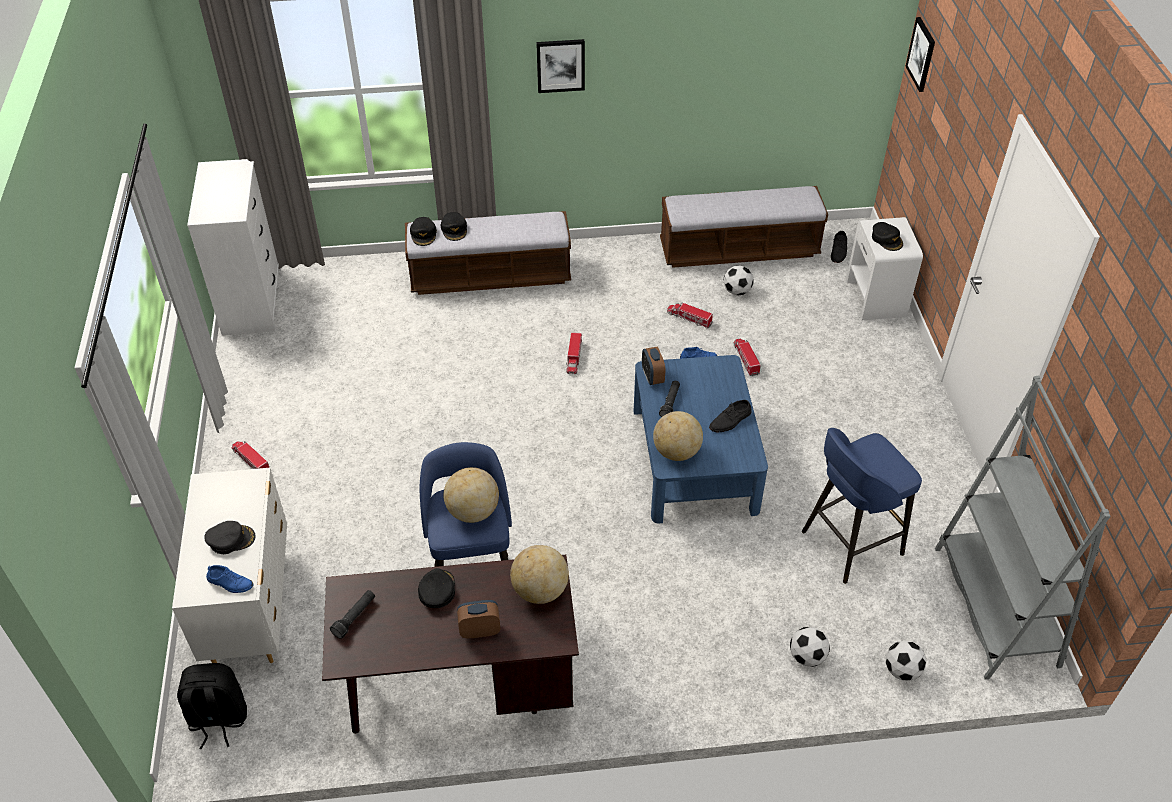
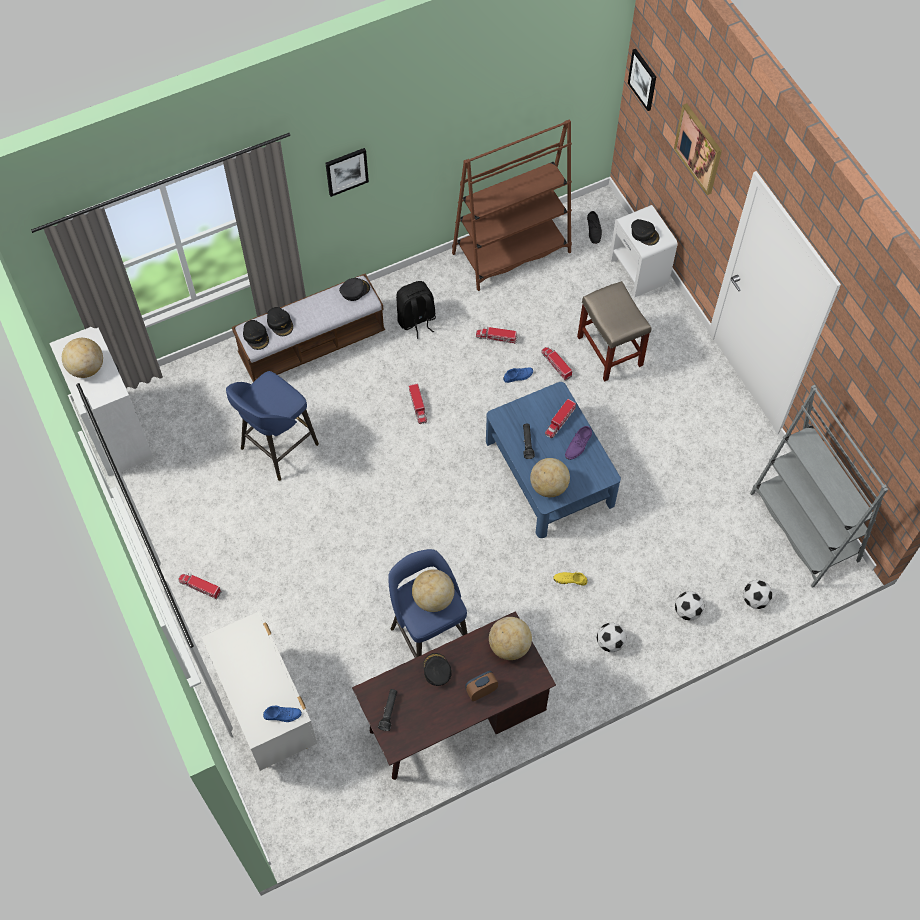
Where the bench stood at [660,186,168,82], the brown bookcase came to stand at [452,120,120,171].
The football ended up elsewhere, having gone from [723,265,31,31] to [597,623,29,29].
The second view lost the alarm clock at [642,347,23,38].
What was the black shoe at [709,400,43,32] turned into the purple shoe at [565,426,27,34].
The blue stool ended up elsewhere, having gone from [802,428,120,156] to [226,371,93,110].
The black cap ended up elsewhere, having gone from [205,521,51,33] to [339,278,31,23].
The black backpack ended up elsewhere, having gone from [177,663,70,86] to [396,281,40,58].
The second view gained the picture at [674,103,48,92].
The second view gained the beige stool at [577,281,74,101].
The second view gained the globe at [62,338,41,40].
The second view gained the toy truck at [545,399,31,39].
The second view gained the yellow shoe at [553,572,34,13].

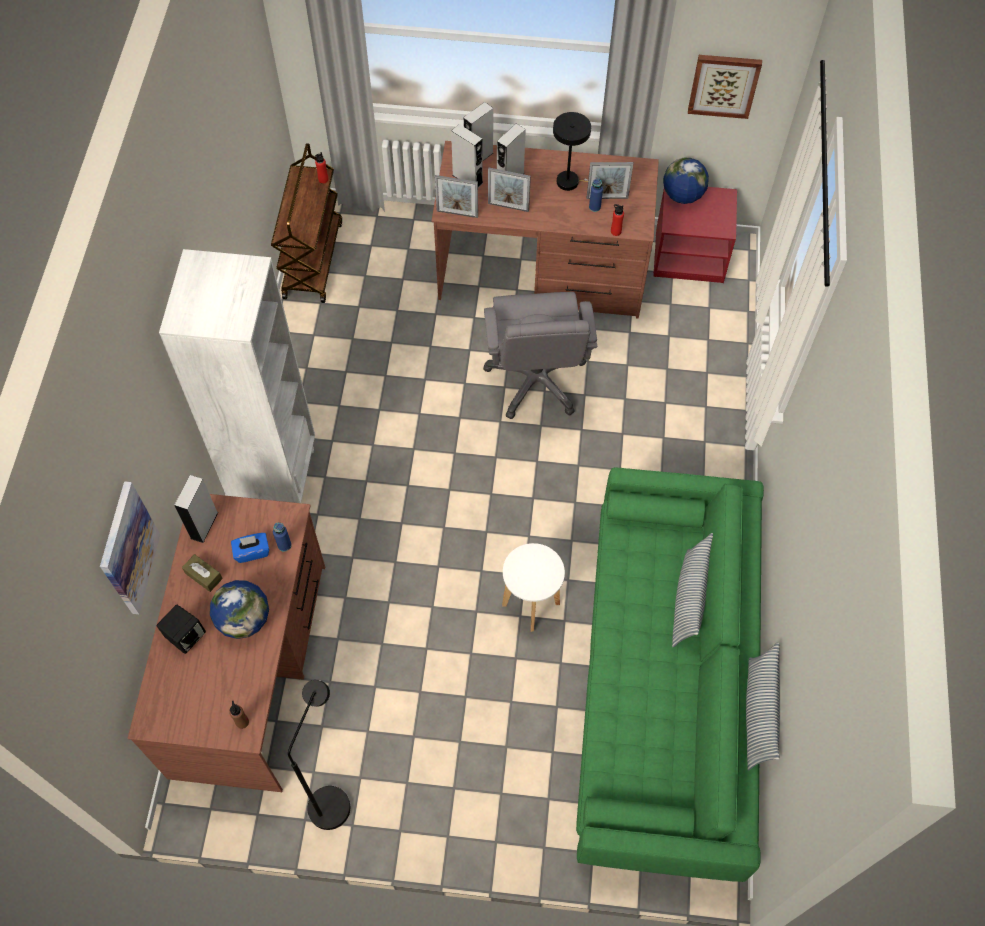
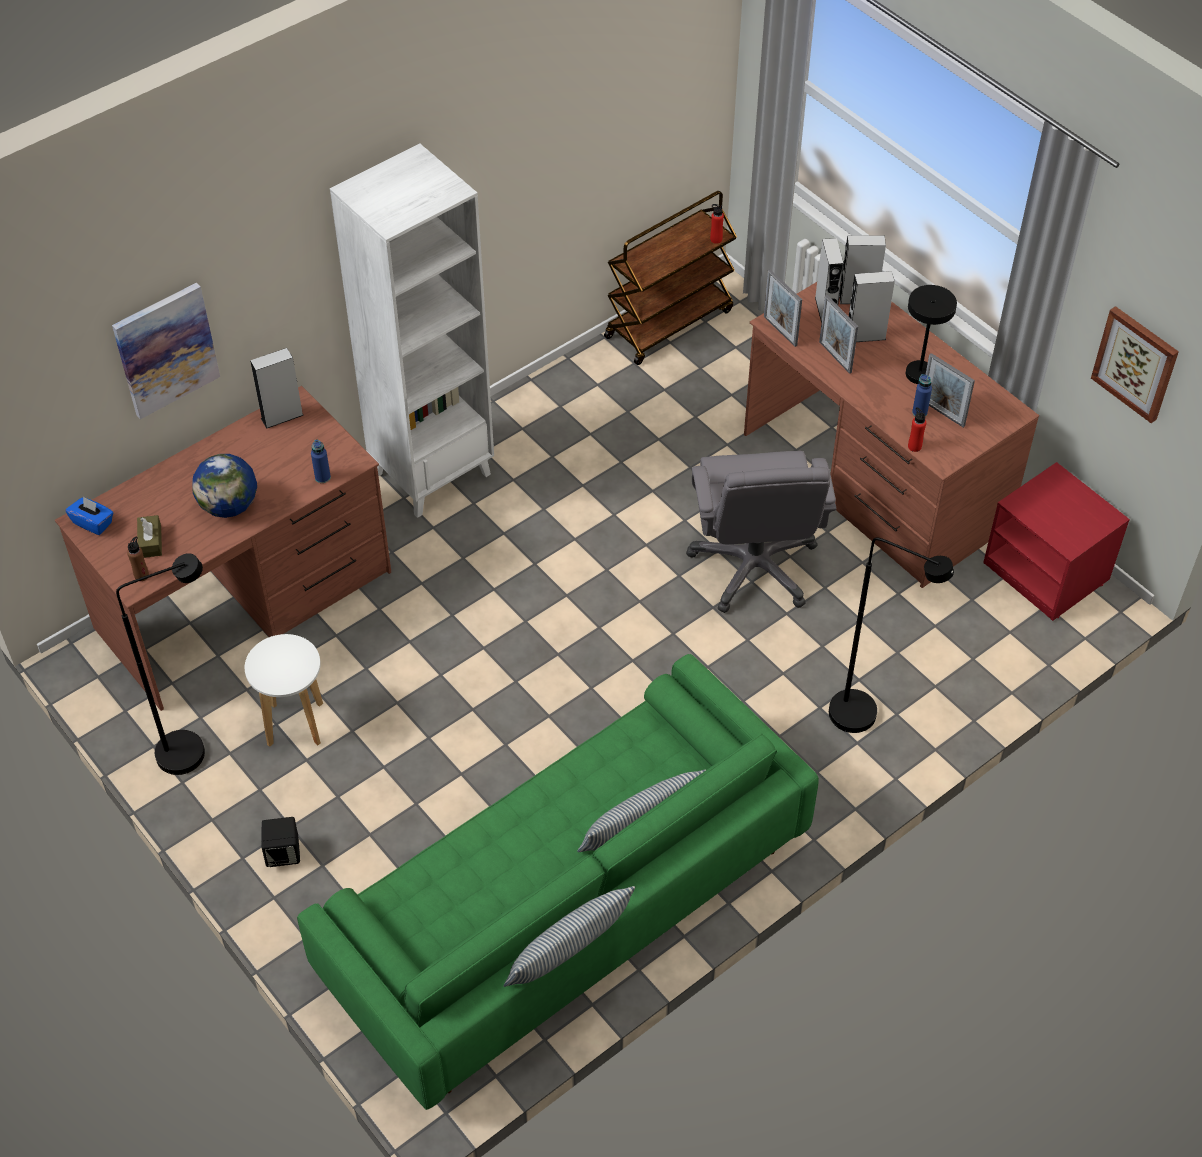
The second view lost the globe at [663,158,46,46].
The grey office chair at [483,292,114,127] ended up facing another way, 45 degrees counterclockwise from before.
The blue tissue box ended up elsewhere, having gone from [231,533,38,30] to [66,496,48,39].
The white stool ended up elsewhere, having gone from [502,543,63,89] to [245,634,78,113].
The brown tissue box ended up elsewhere, having gone from [182,554,40,38] to [137,515,25,43].
The black speaker ended up elsewhere, having gone from [157,605,49,49] to [261,817,39,50].
The second view gained the black floor lamp at [829,537,125,196].

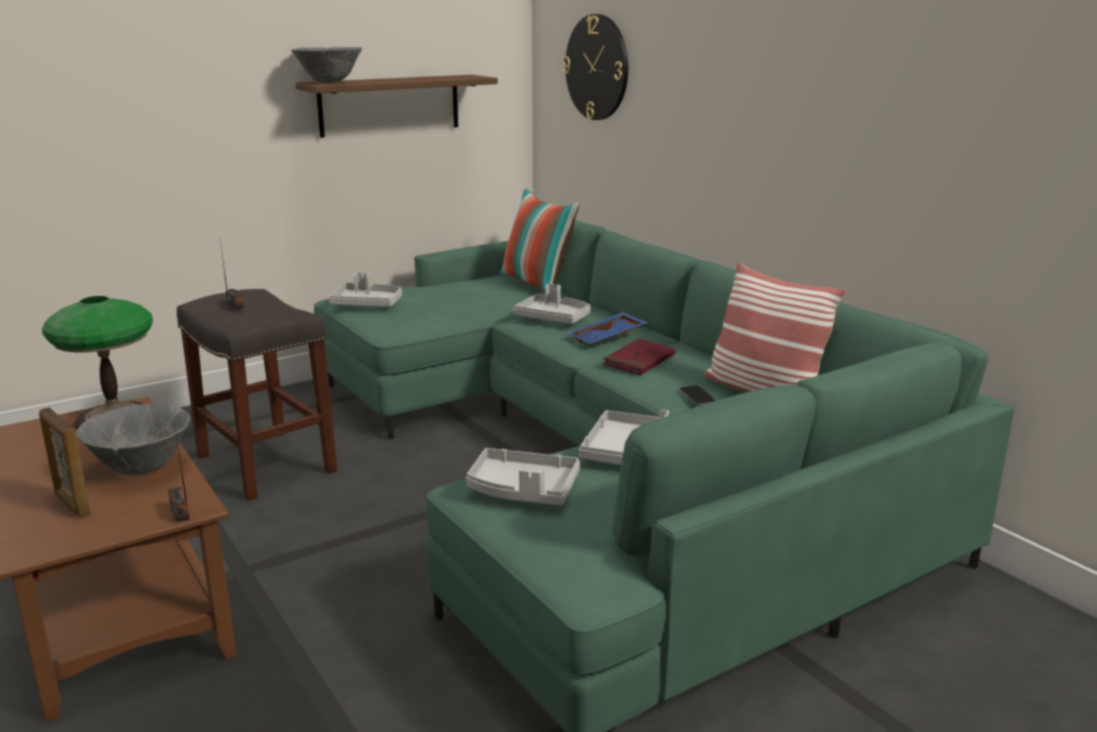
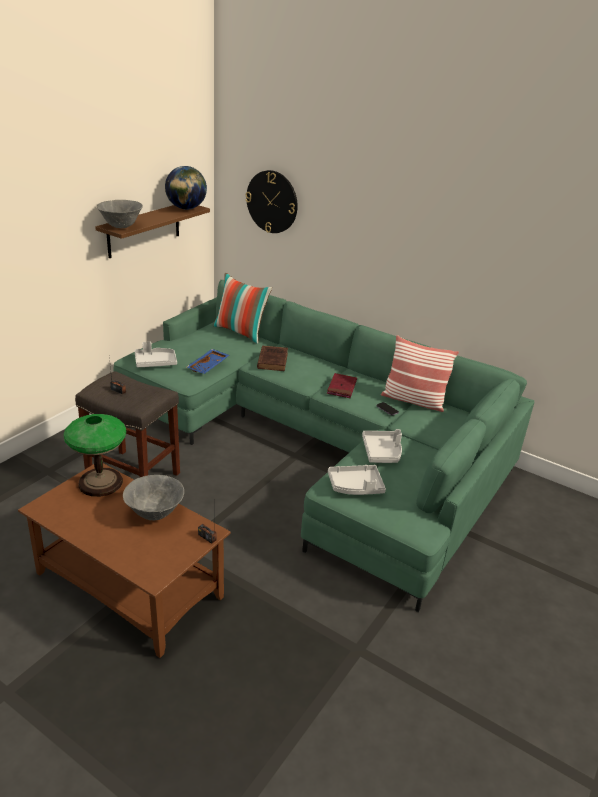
Where the grey tray stood at [513,284,78,40], the brown book came to stand at [257,346,31,25].
The blue tray ended up elsewhere, having gone from [568,312,79,32] to [187,349,42,25].
The second view lost the picture frame at [39,408,52,110].
The second view gained the globe at [165,166,42,44].

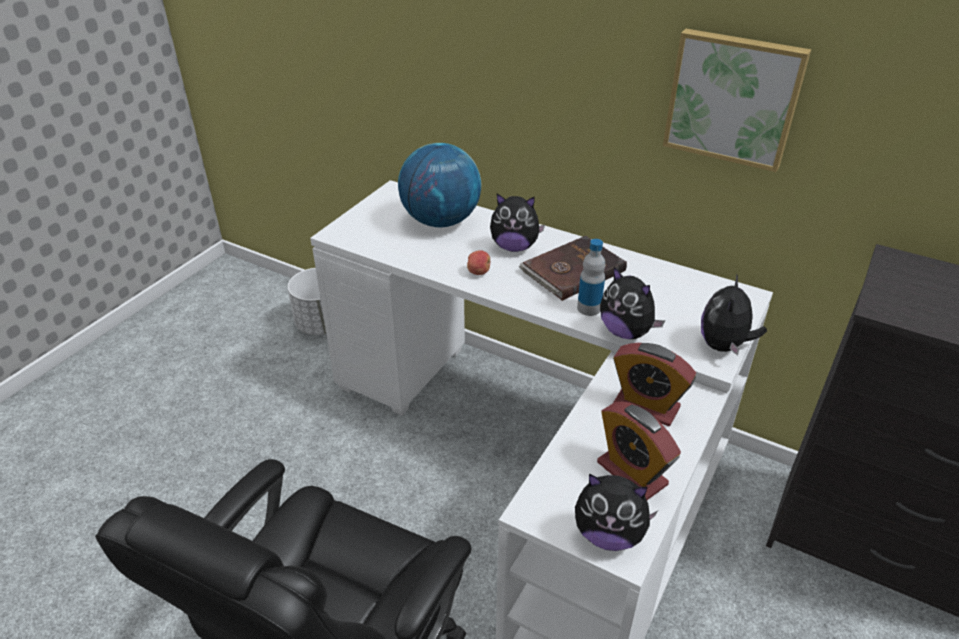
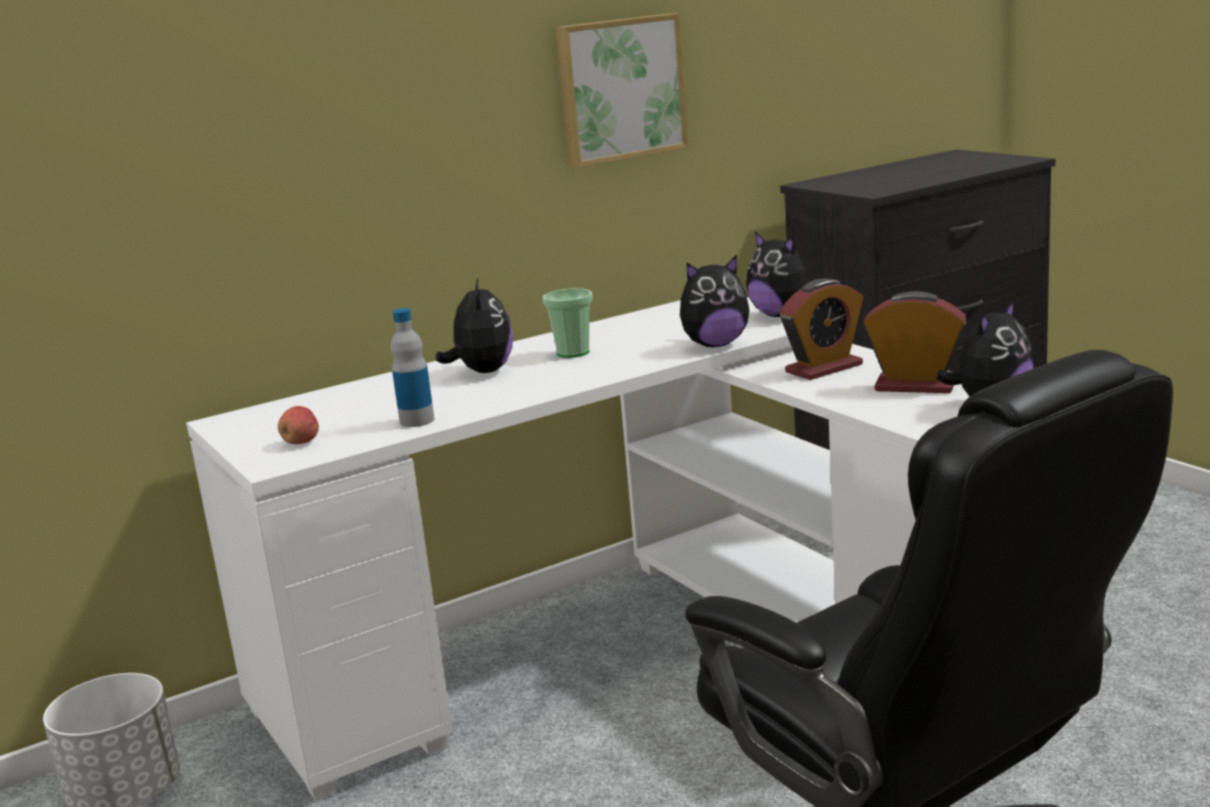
The second view lost the globe at [398,143,84,84].
The plush toy at [490,194,55,58] ended up facing another way, 45 degrees counterclockwise from before.
Where the brown book stood at [519,236,108,65], the cup came to stand at [543,288,49,70].
The bottle ended up elsewhere, having gone from [577,239,29,77] to [391,308,43,119].
The apple ended up elsewhere, having gone from [467,250,23,25] to [278,406,41,38].
The alarm clock at [597,401,84,99] ended up facing another way, 150 degrees counterclockwise from before.

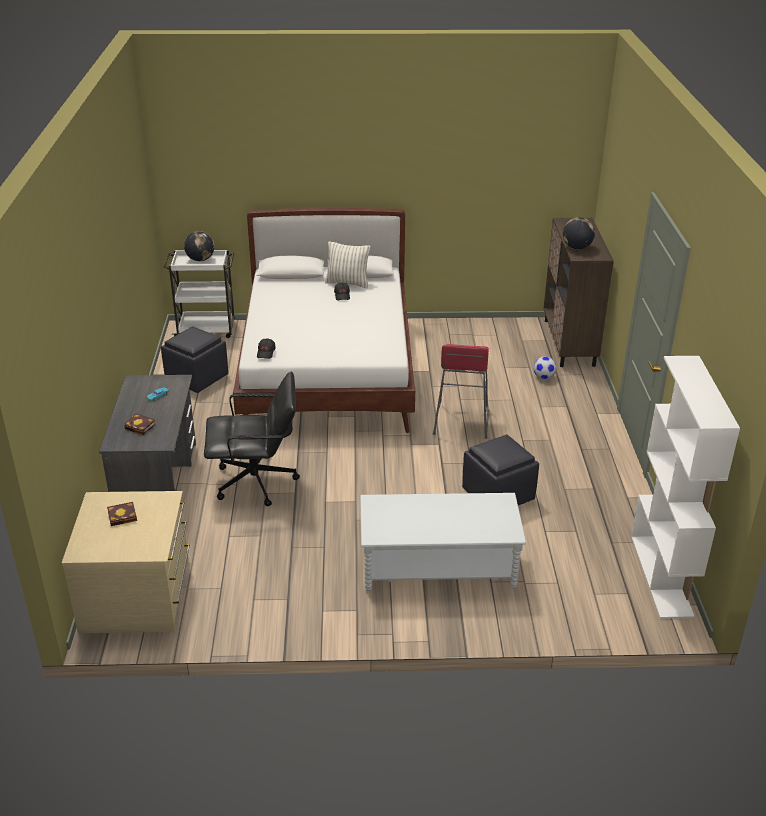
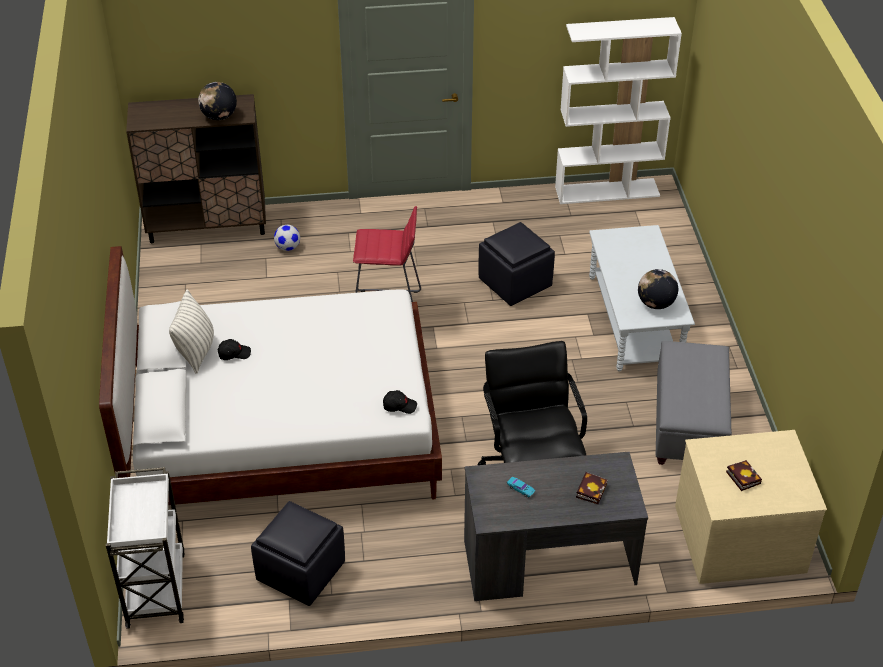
The globe ended up elsewhere, having gone from [184,231,30,30] to [638,269,40,40].
The second view gained the grey ottoman at [656,341,76,124].

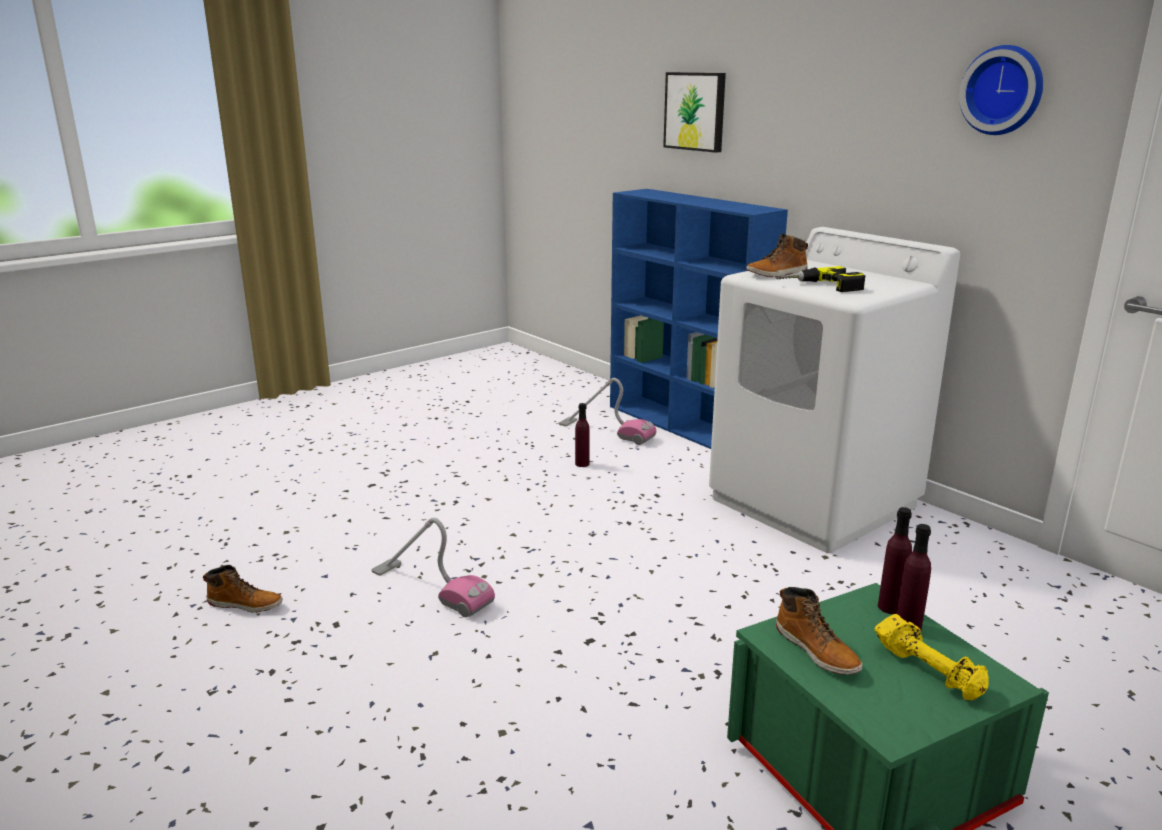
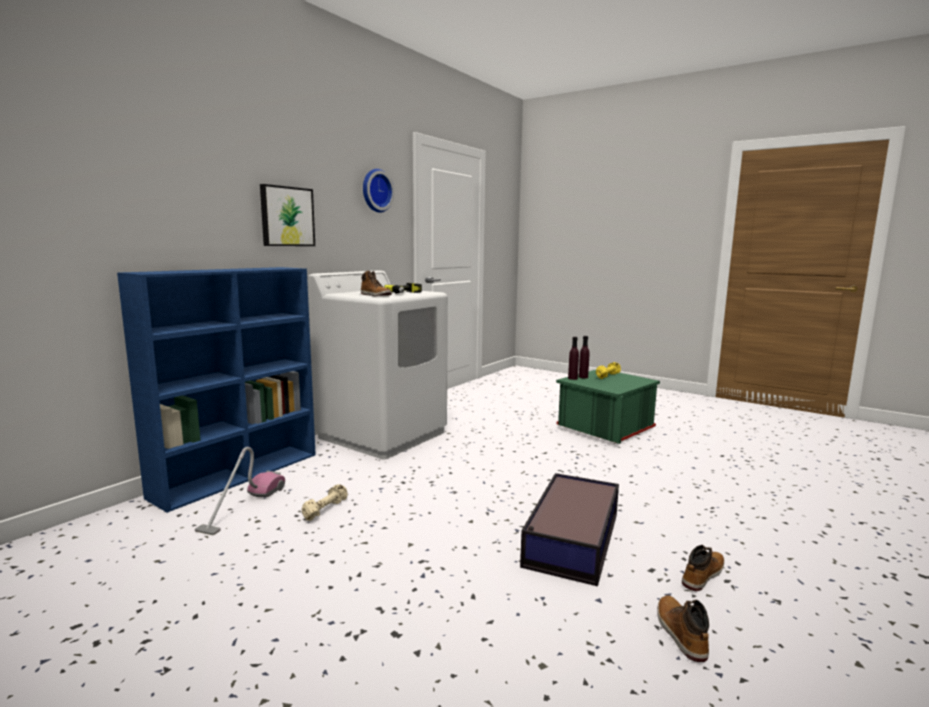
The picture ended up elsewhere, having gone from [663,72,63,81] to [260,184,55,62].
Where the purple bottle stood at [575,403,15,64], the beige dumbbell came to stand at [301,484,47,37].
Where the vacuum cleaner stood at [372,518,123,100], the storage box came to stand at [520,473,99,113].
The boot ended up elsewhere, having gone from [776,587,87,88] to [682,545,42,46].

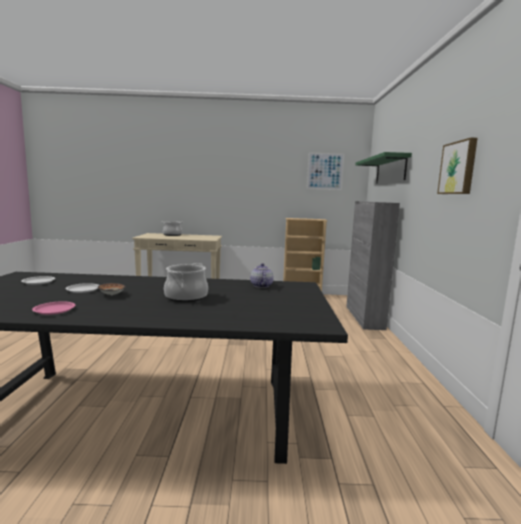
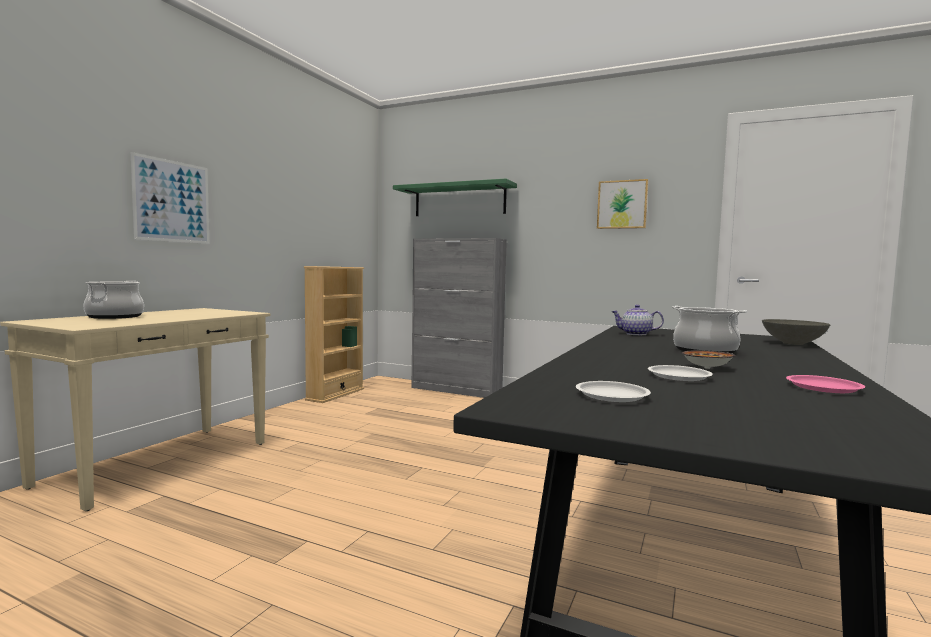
The picture ended up elsewhere, having gone from [307,152,37,38] to [131,152,78,92].
The second view gained the grey bowl at [762,319,68,26].

